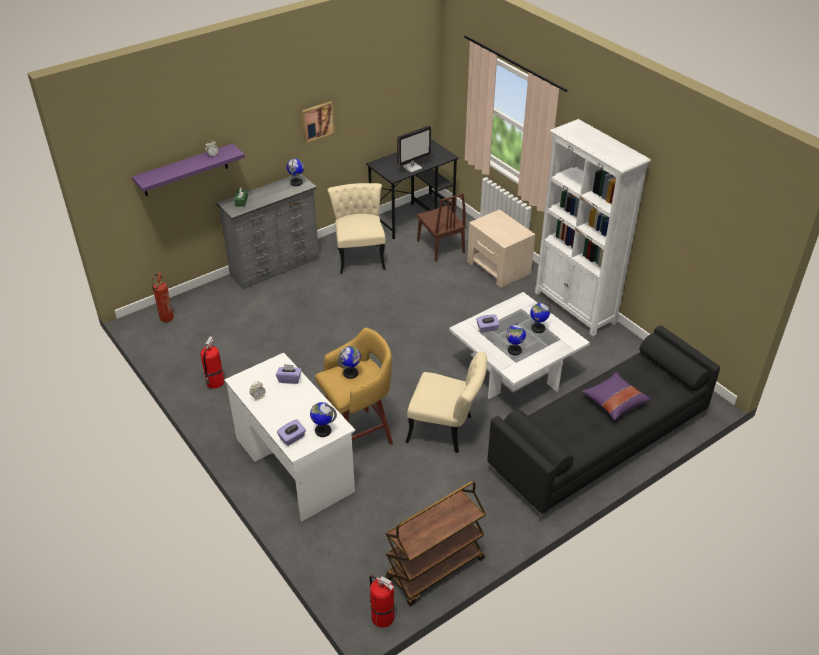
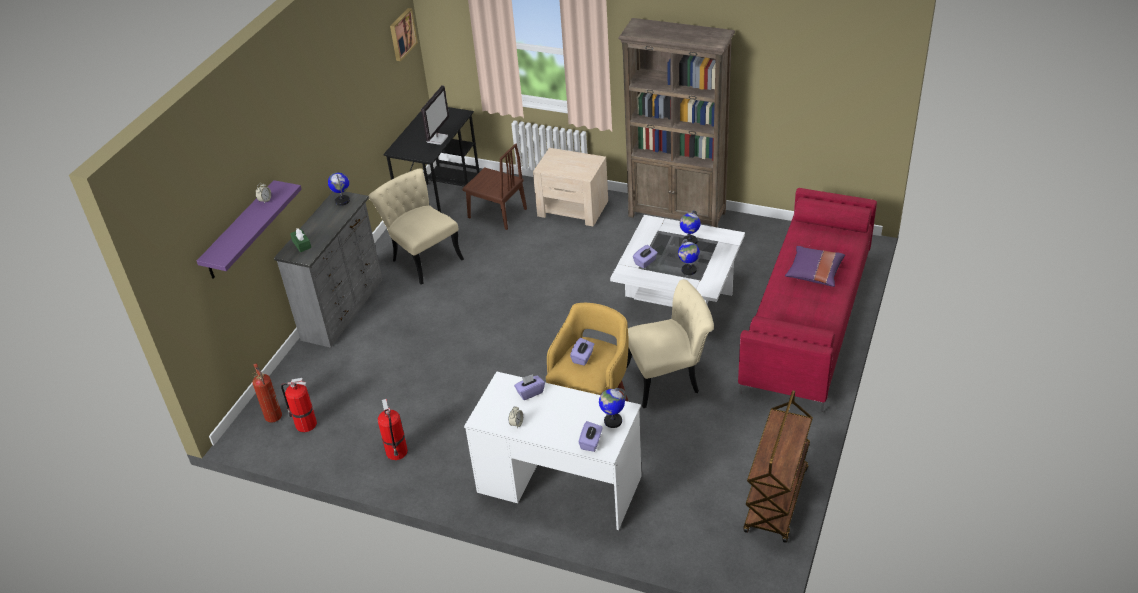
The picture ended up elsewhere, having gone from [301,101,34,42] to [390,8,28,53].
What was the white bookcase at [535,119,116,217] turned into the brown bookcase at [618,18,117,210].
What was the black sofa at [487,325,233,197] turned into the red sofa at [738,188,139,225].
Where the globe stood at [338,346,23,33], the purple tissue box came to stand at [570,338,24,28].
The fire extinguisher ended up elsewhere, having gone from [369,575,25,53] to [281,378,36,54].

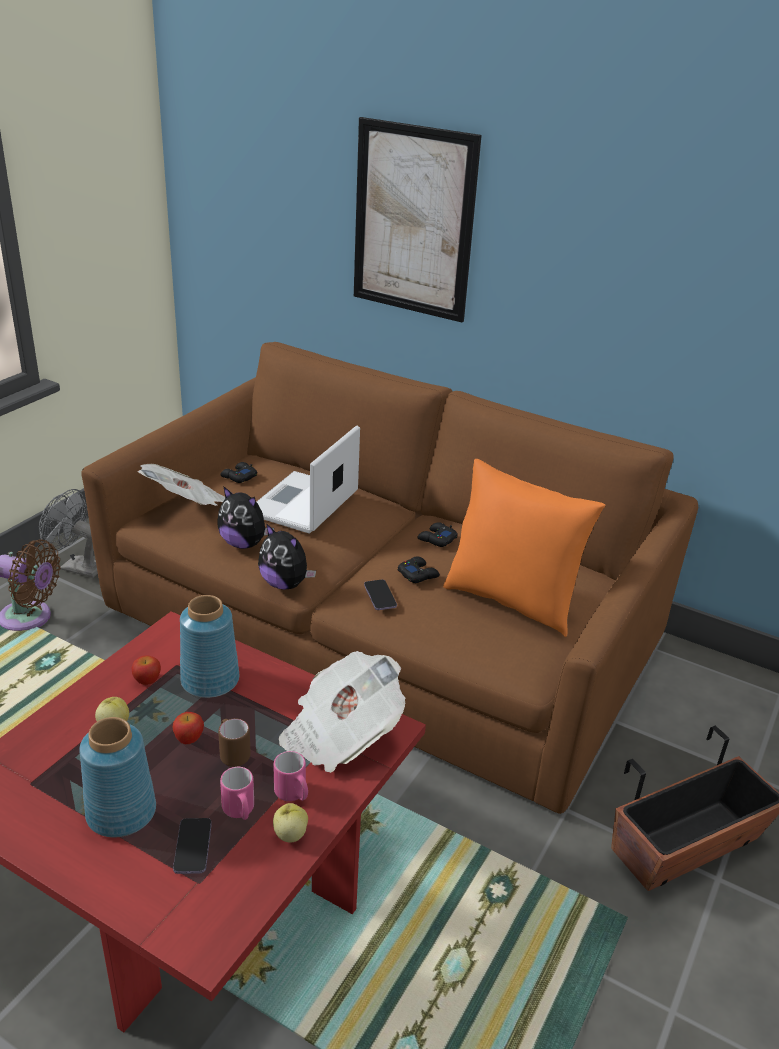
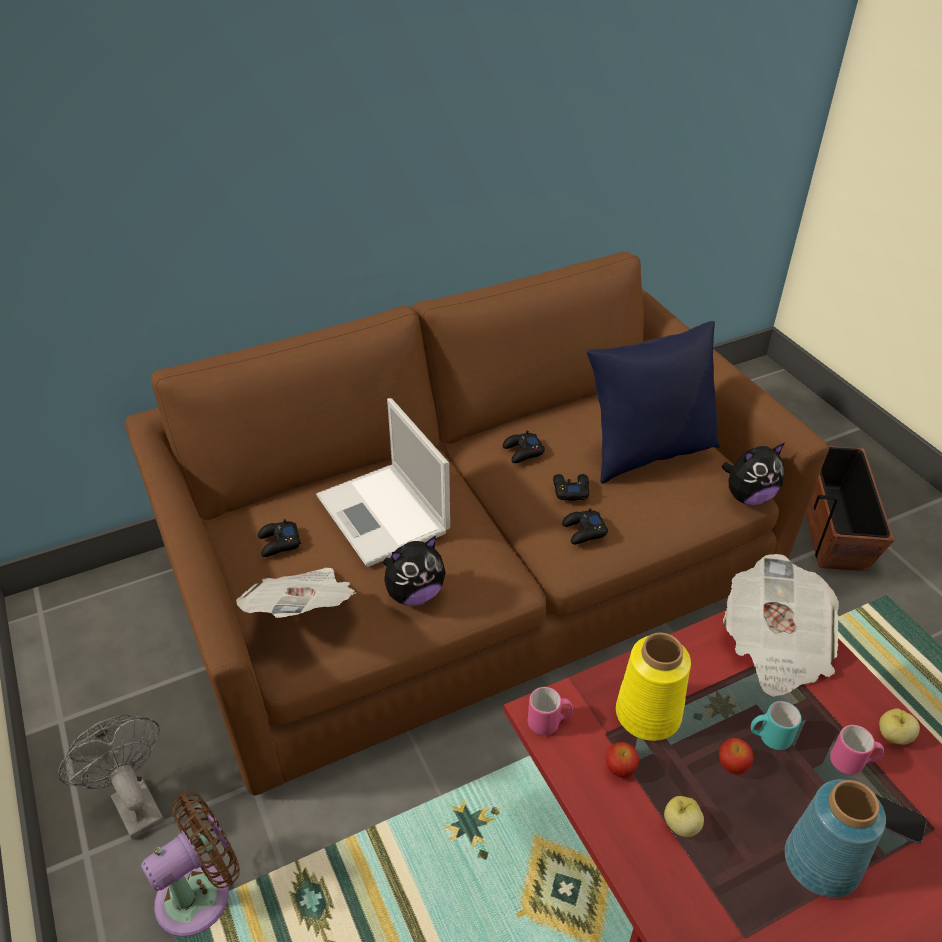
The second view lost the picture at [354,117,128,205].
What was the orange pillow at [443,459,163,178] turned into the blue pillow at [587,321,133,163].
The grey fan at [39,489,59,89] ended up facing another way, 90 degrees clockwise from before.
The plush toy ended up elsewhere, having gone from [258,523,58,67] to [722,443,62,62].
Where the phone stood at [364,580,33,30], the black game controller came to stand at [562,508,46,36].
What was the blue vase at [180,595,59,103] turned into the yellow vase at [616,633,75,108].
What was the brown mug at [218,718,33,49] turned into the turquoise mug at [751,701,51,49].
The pink mug ended up elsewhere, having gone from [273,751,35,50] to [528,687,45,48].

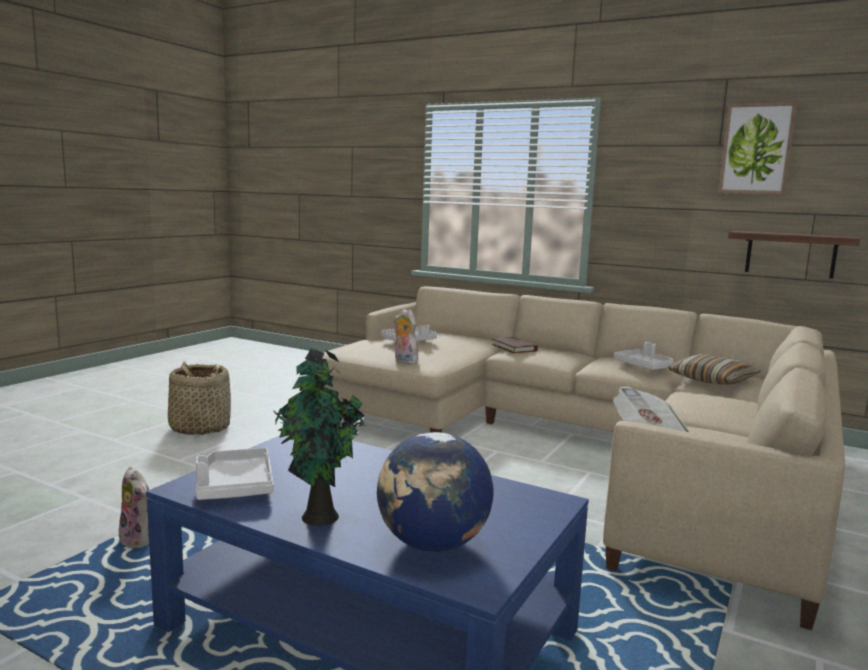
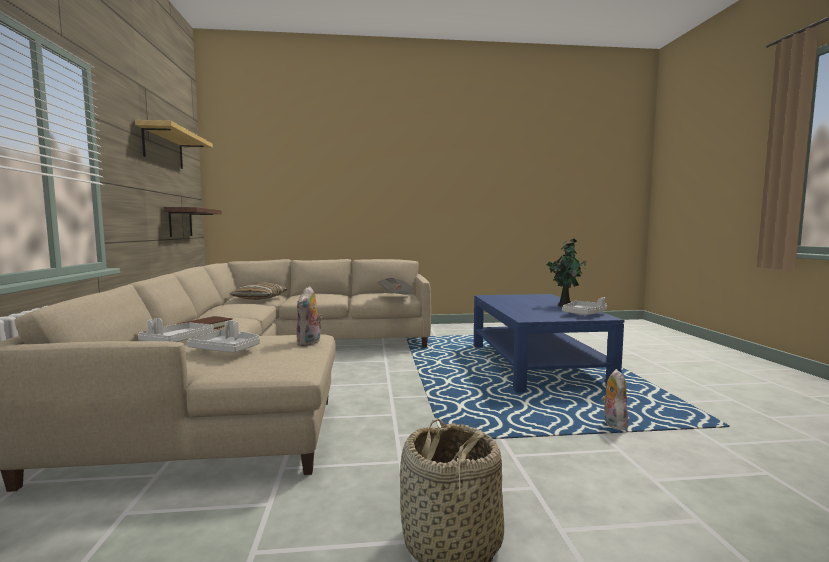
Where the picture hung at [718,102,79,93], the shelf came to hang at [135,120,78,49].
The grey tray ended up elsewhere, having gone from [614,342,60,28] to [138,318,76,24].
The second view lost the globe at [377,432,117,120].

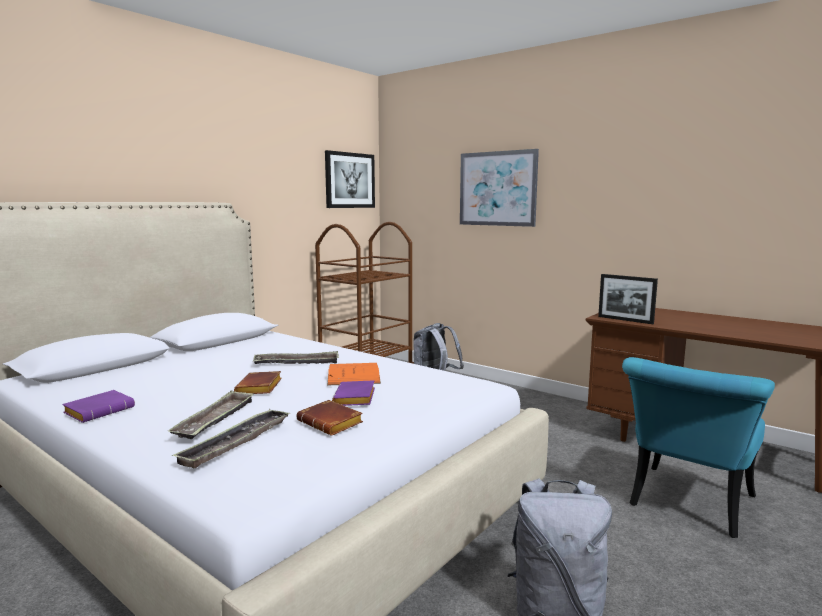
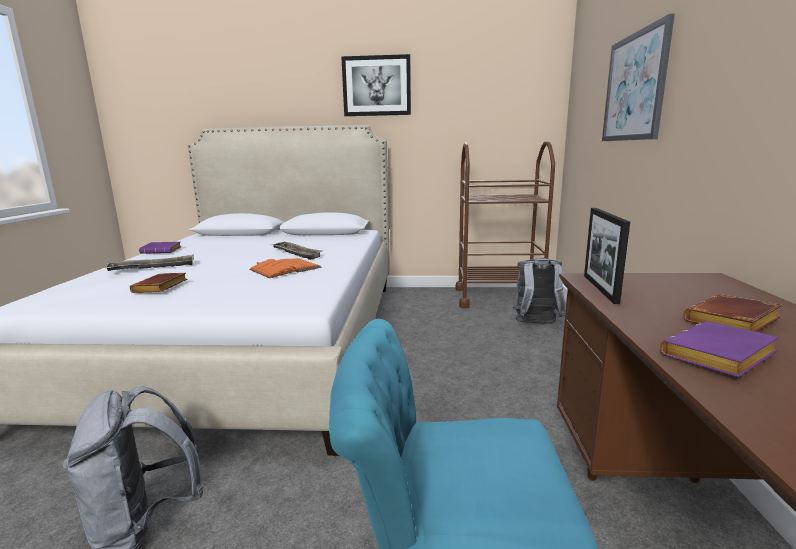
The picture ended up elsewhere, having gone from [325,150,50,58] to [341,54,70,62].
The brown book ended up elsewhere, having gone from [234,371,48,23] to [684,294,98,38].
The purple book ended up elsewhere, having gone from [332,380,43,26] to [660,321,119,56].
The second view lost the tray at [172,409,118,59].

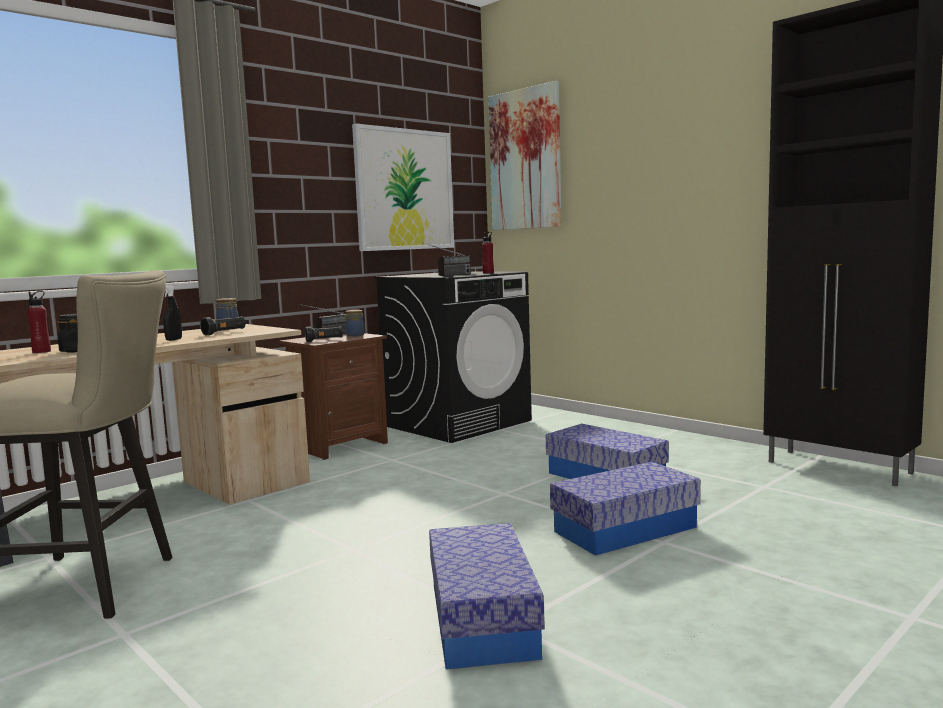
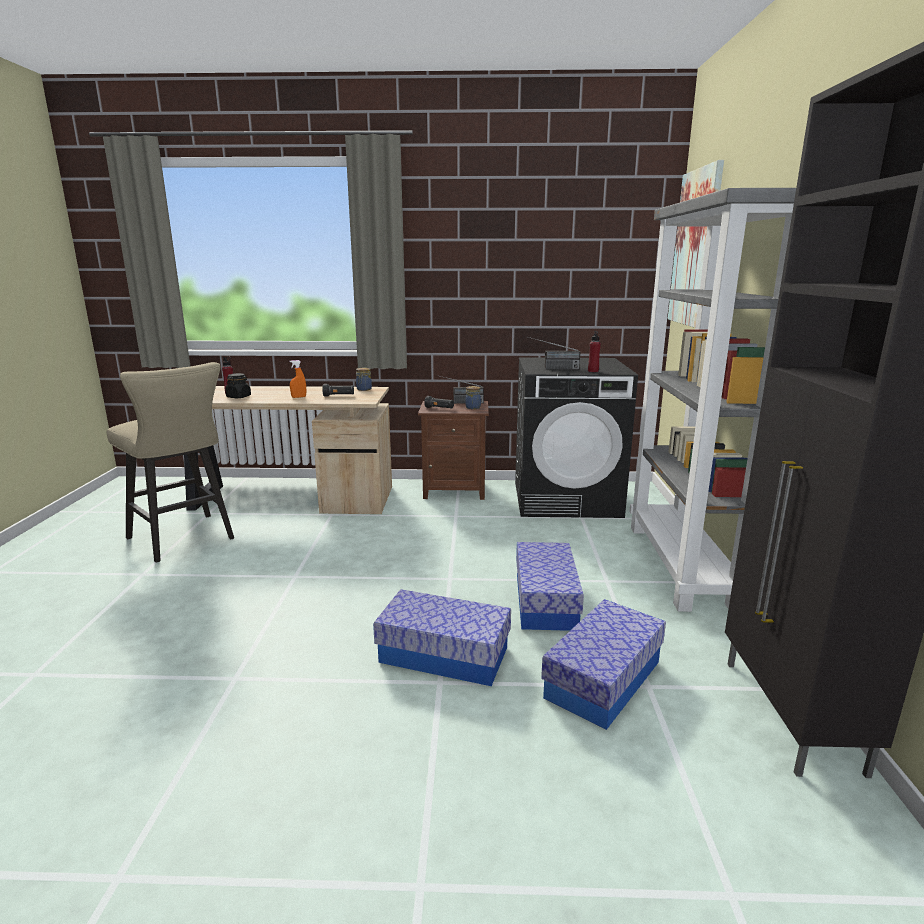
The second view lost the picture at [352,124,102,127].
What was the black spray bottle at [163,285,19,56] turned into the orange spray bottle at [289,360,17,38].
The storage box ended up elsewhere, having gone from [429,523,116,146] to [541,599,125,131].
The second view gained the grey bookcase at [629,188,167,424].

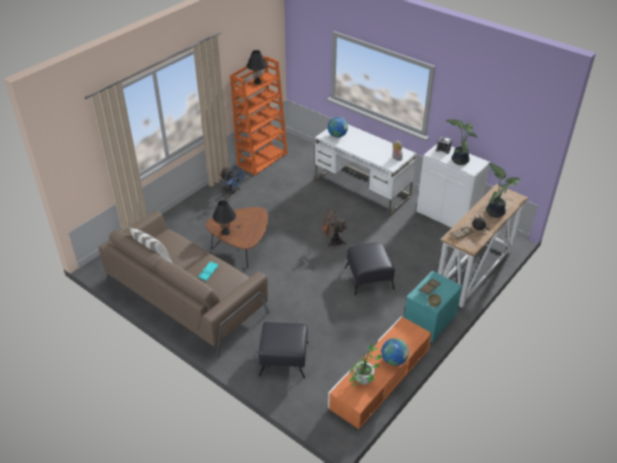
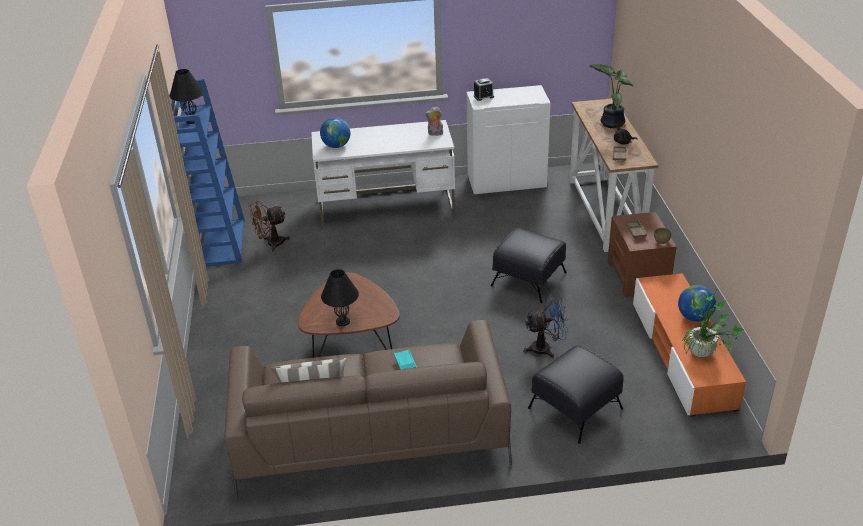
What was the orange bookcase at [230,56,58,120] turned into the blue bookcase at [171,79,74,188].
The second view lost the potted plant at [445,119,34,46].
The blue fan ended up elsewhere, having gone from [220,165,26,33] to [523,296,45,62].
The brown fan ended up elsewhere, having gone from [321,210,26,37] to [248,201,42,51].
What was the turquoise nightstand at [404,271,58,71] turned into the brown nightstand at [608,212,69,85].

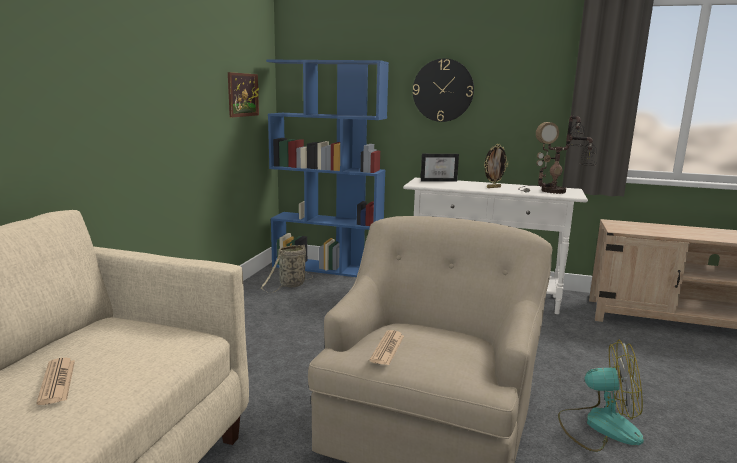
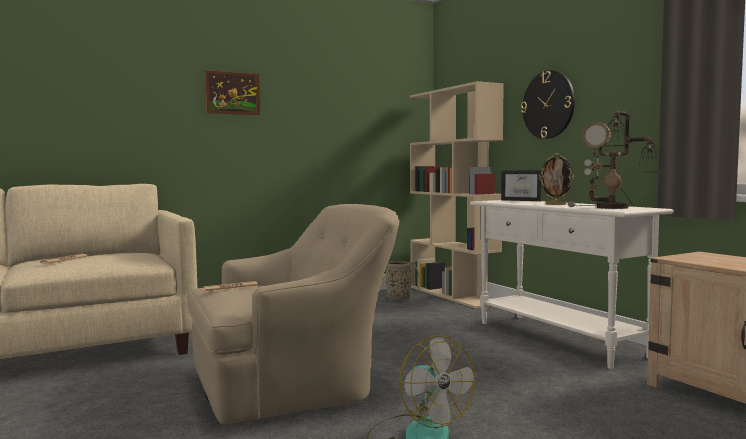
What was the blue bookcase at [266,60,123,217] turned into the beige bookcase at [410,81,94,228].
The picture ended up elsewhere, having gone from [228,72,31,45] to [205,70,55,45].

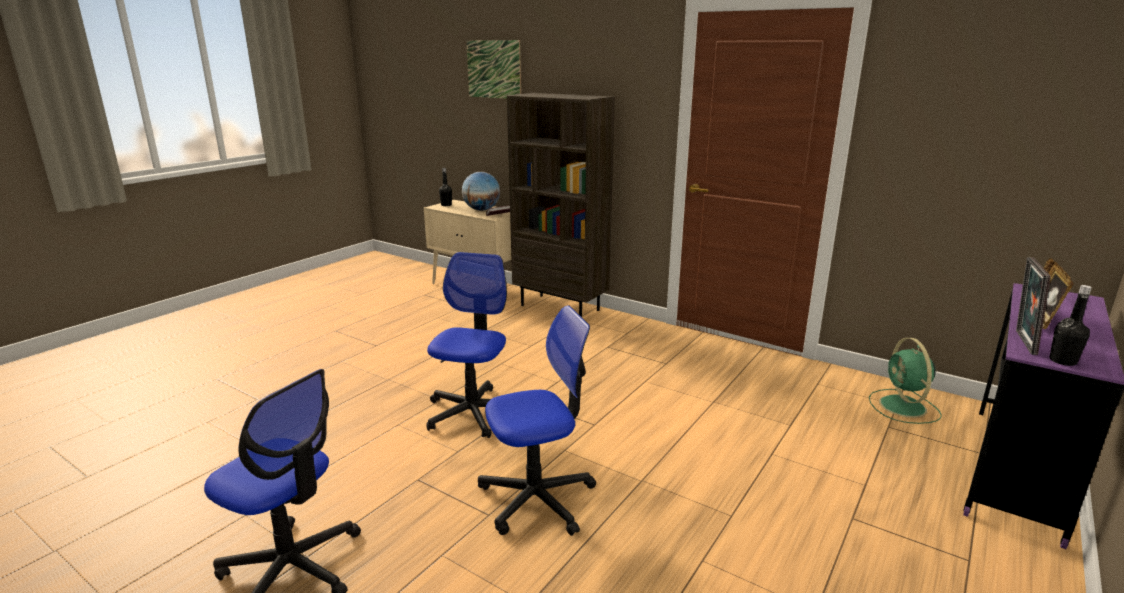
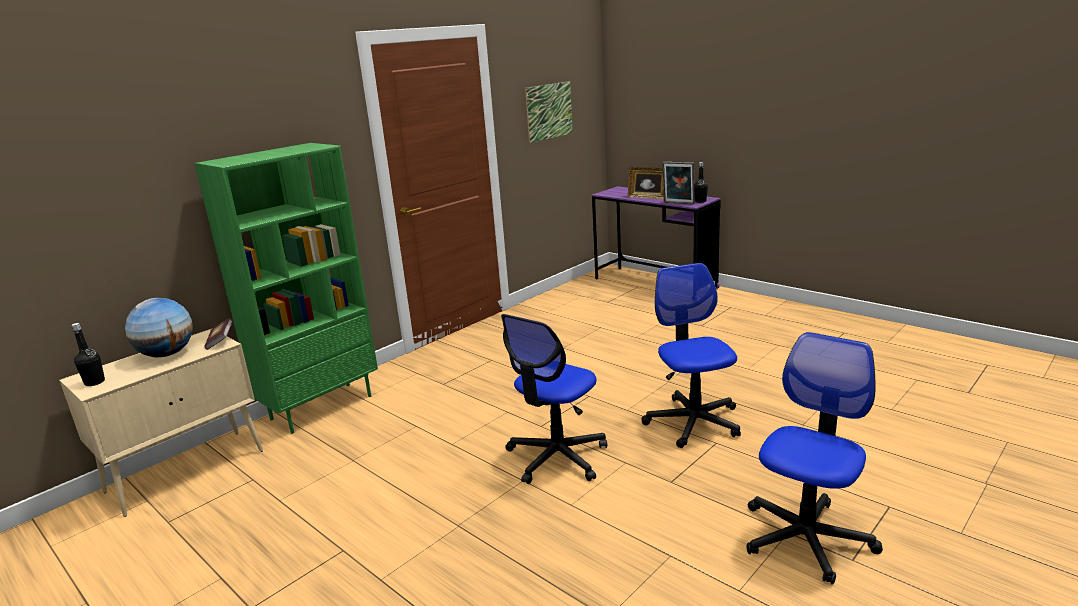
The picture ended up elsewhere, having gone from [466,40,55,59] to [525,81,48,62].
What was the brown bookcase at [507,93,108,224] turned into the green bookcase at [195,143,183,291].
The office chair at [426,252,81,186] ended up facing another way, 75 degrees counterclockwise from before.
The second view lost the green fan at [869,338,73,86].

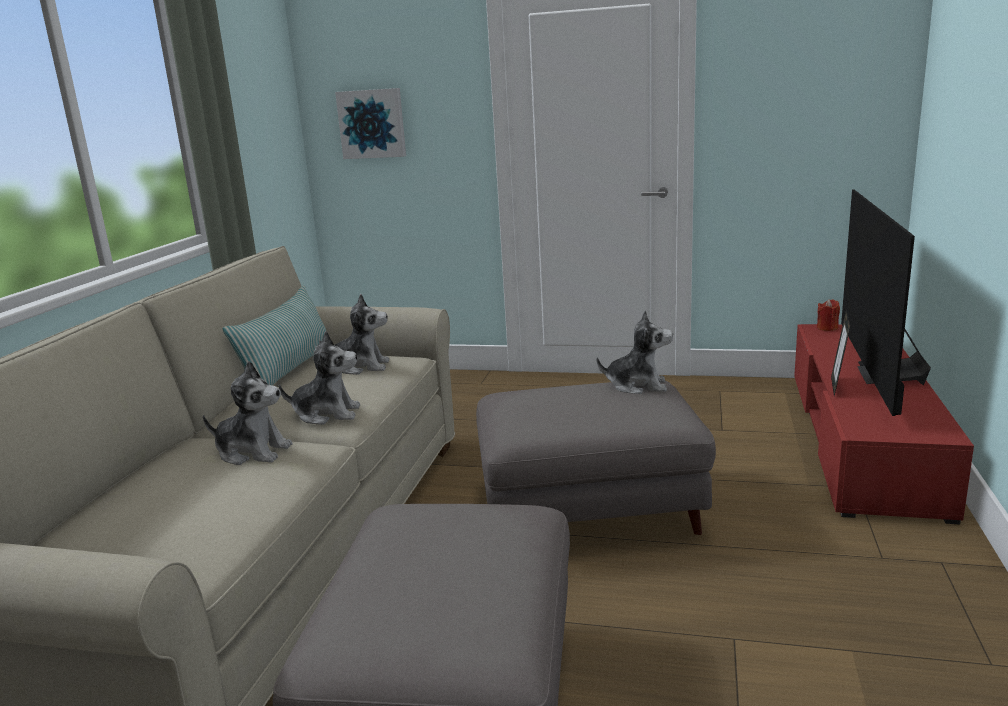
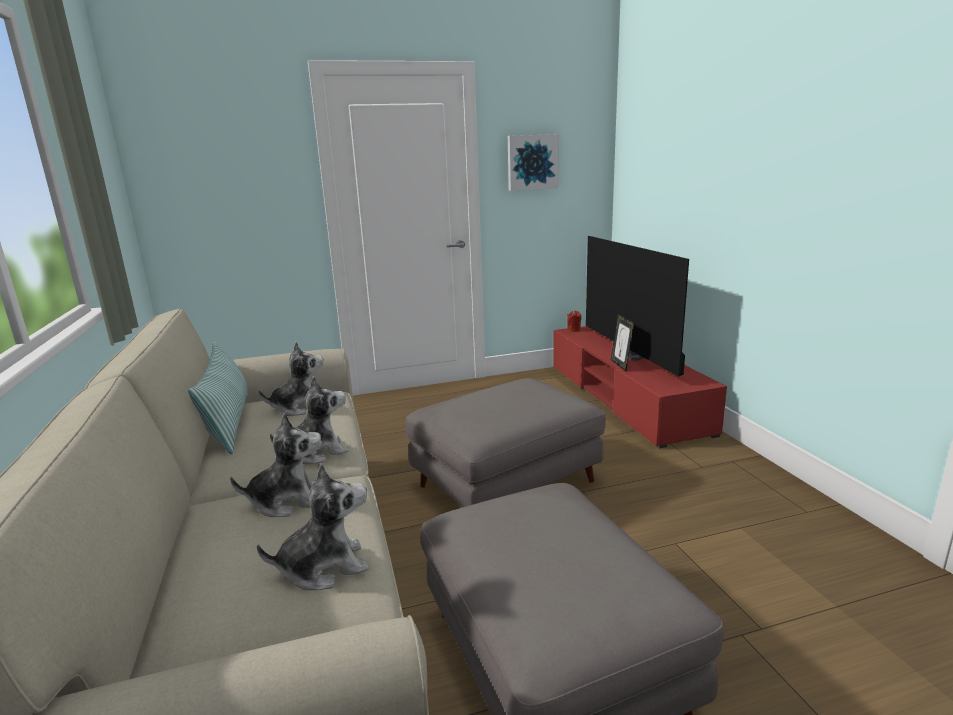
The picture ended up elsewhere, having gone from [335,88,71,71] to [508,134,51,57].
The plush toy ended up elsewhere, having gone from [596,310,77,84] to [257,463,112,128].

